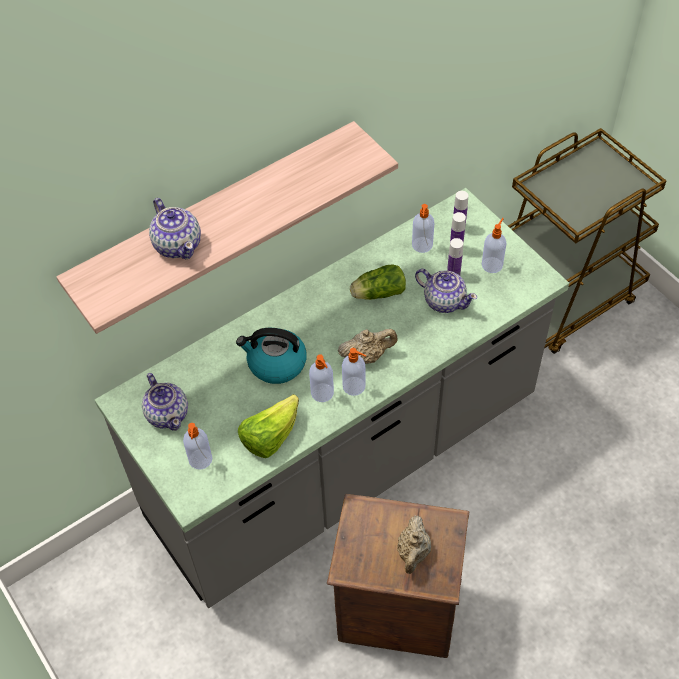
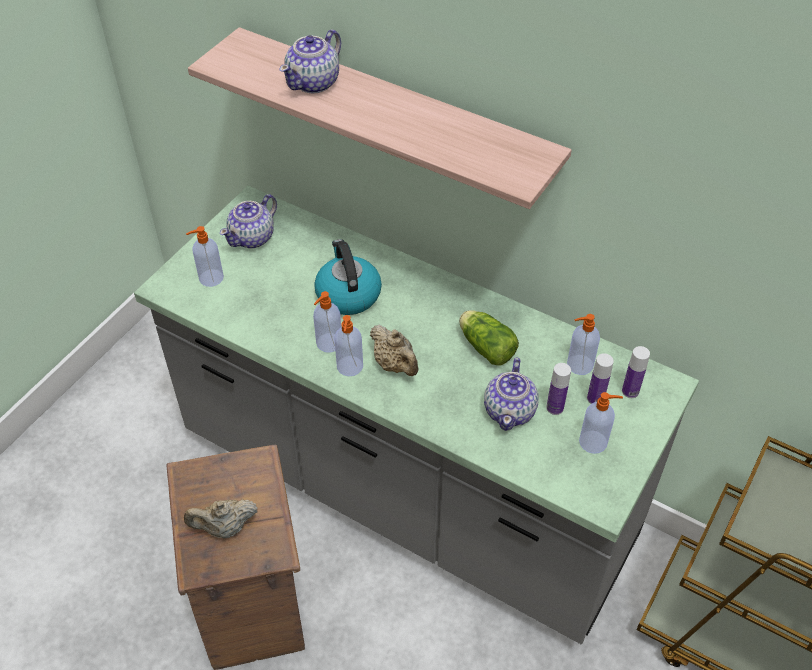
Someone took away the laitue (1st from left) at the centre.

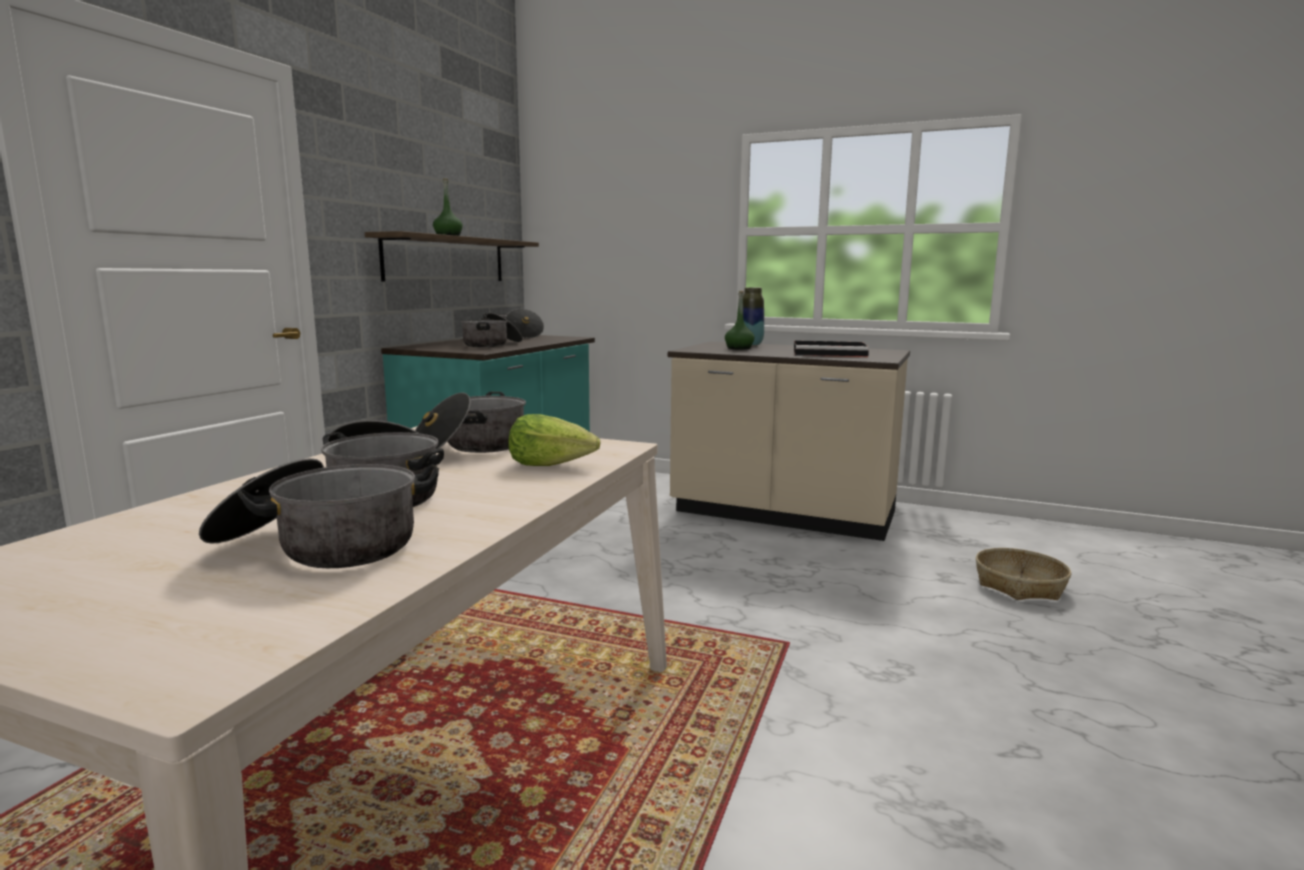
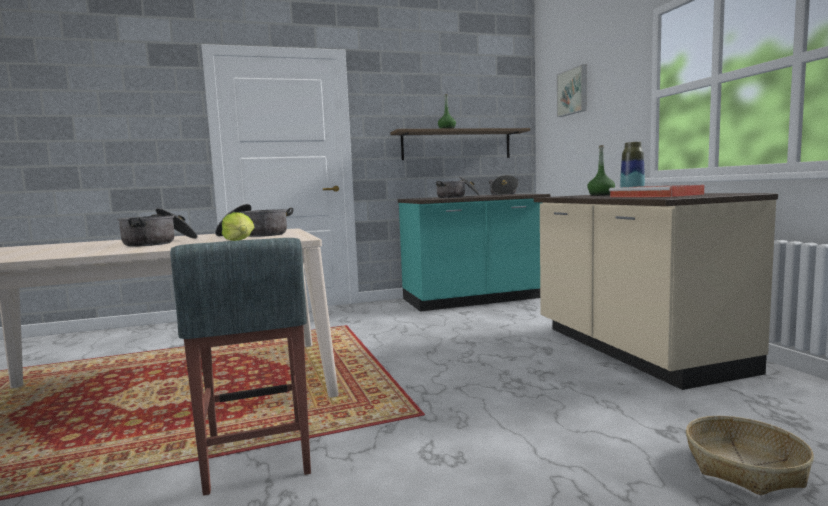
Someone took away the marmite (1st from left) at the middle left. Someone put down the tabouret (gris) at the bottom left. Someone put up the tableau at the top right. Someone repainted the plateau (noir) at the centre, which became the plateau (rouge) at the middle right.

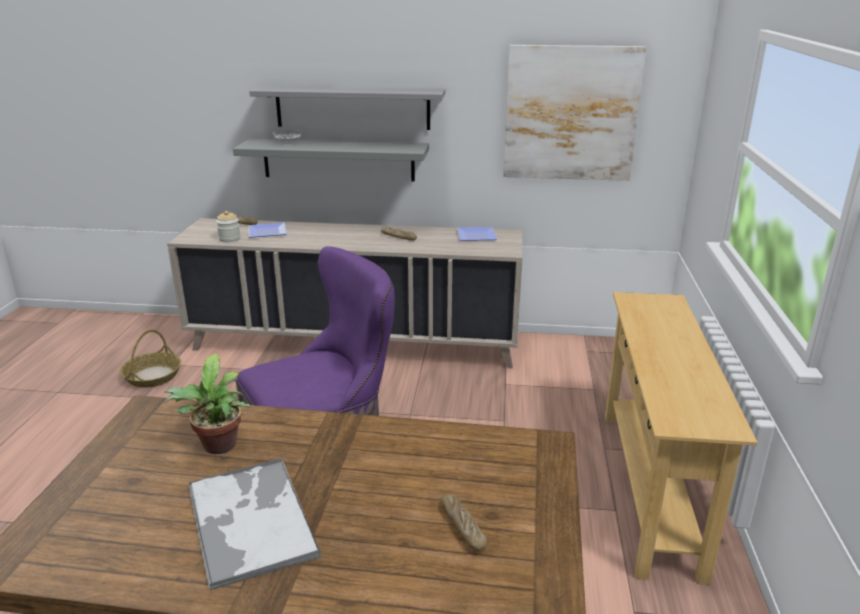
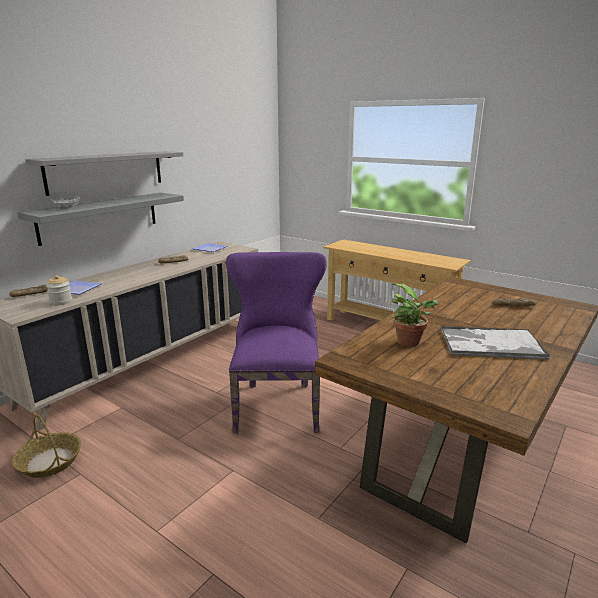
Someone took away the tableau at the top right.

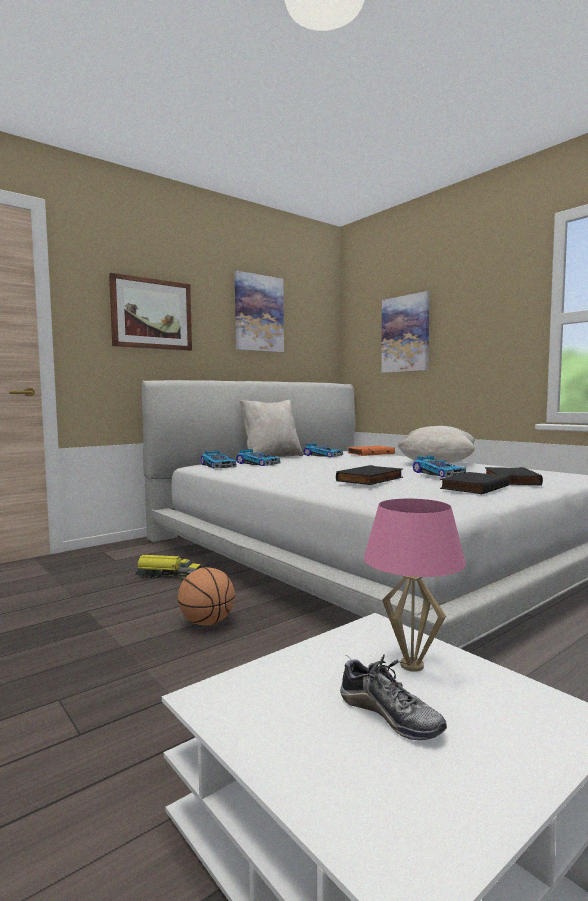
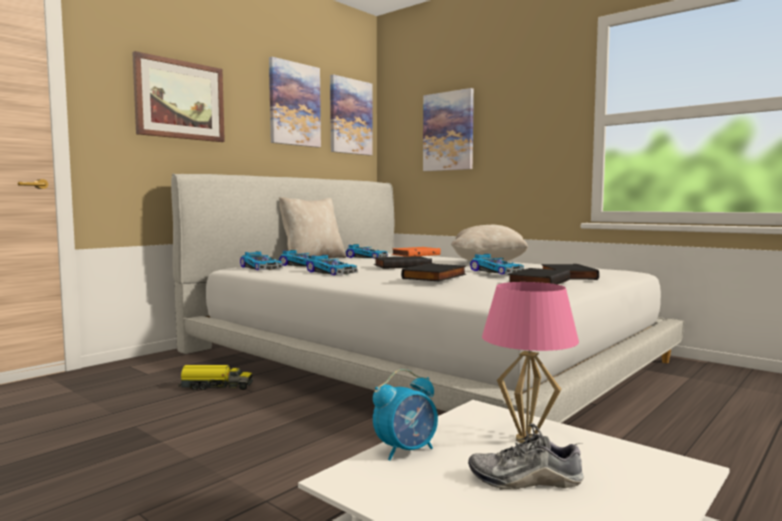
Someone took away the ballon de basket at the centre. Someone put down the petite voiture (3rd from left) at the centre. Someone put up the tableau (3rd from left) at the top centre. Someone put down the réveil at the bottom centre. Someone put down the livre (noir) (1st from left) at the centre. Someone rotated the chaussure at the bottom right by 150 degrees clockwise.

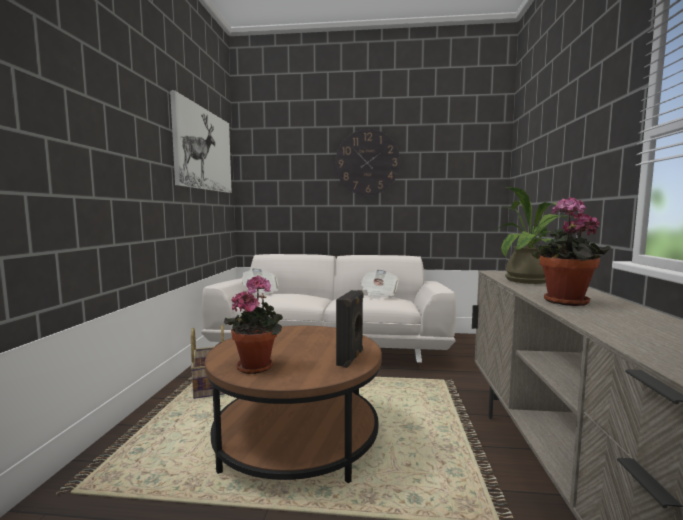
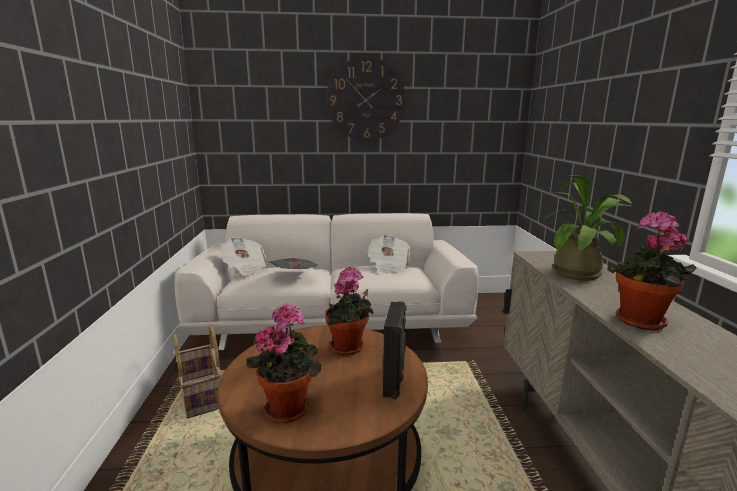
Someone took away the tableau at the top left. Someone put down the journal (2nd from left) at the centre. Someone put down the plante en pot (2nd from left) at the centre.

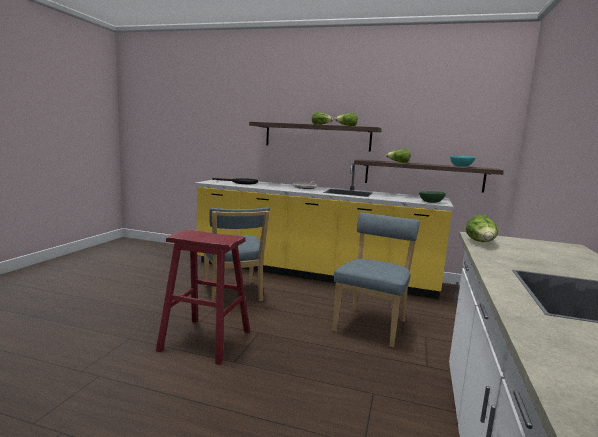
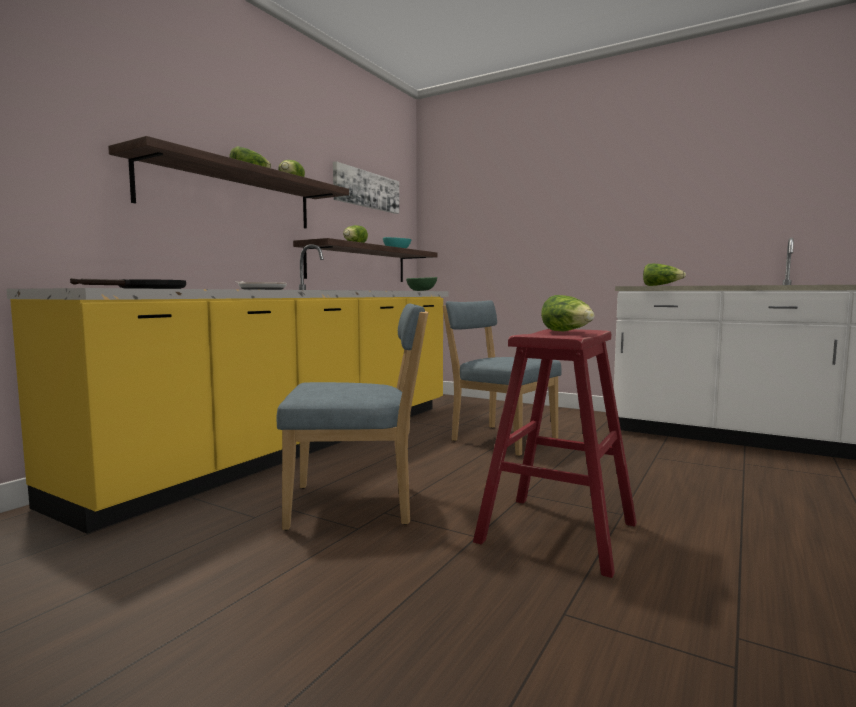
Someone put up the tableau at the top centre. Someone put down the laitue (4th from left) at the centre.

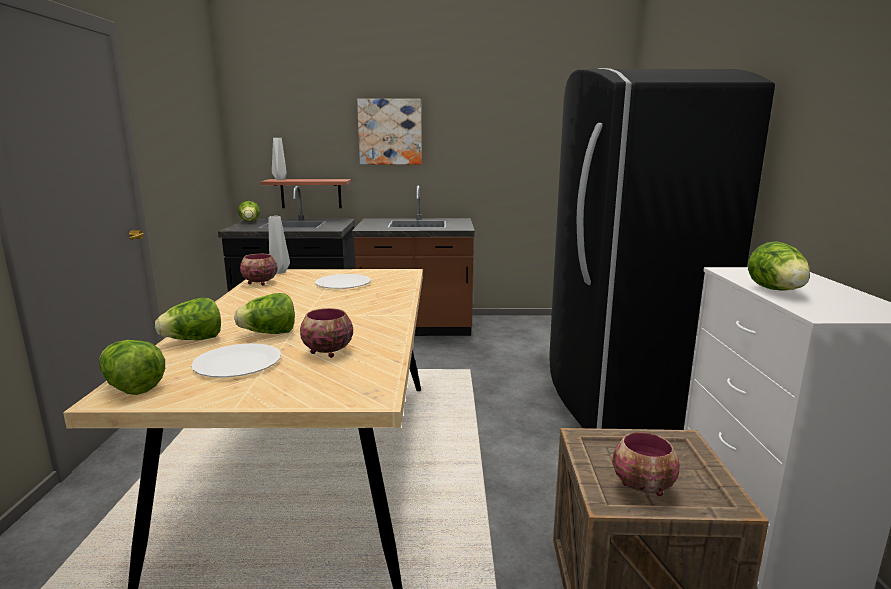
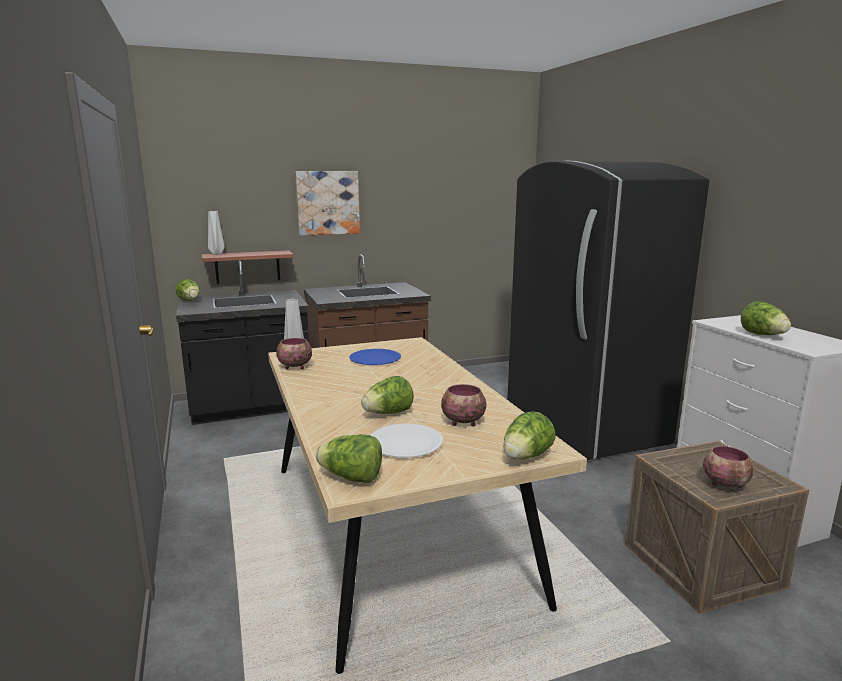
Someone carried the laitue (2nd from left in the first image) from the middle left to the centre. Someone repainted the assiette (blanc) (2nd from left) at the centre, which became the assiette (bleu) at the centre.

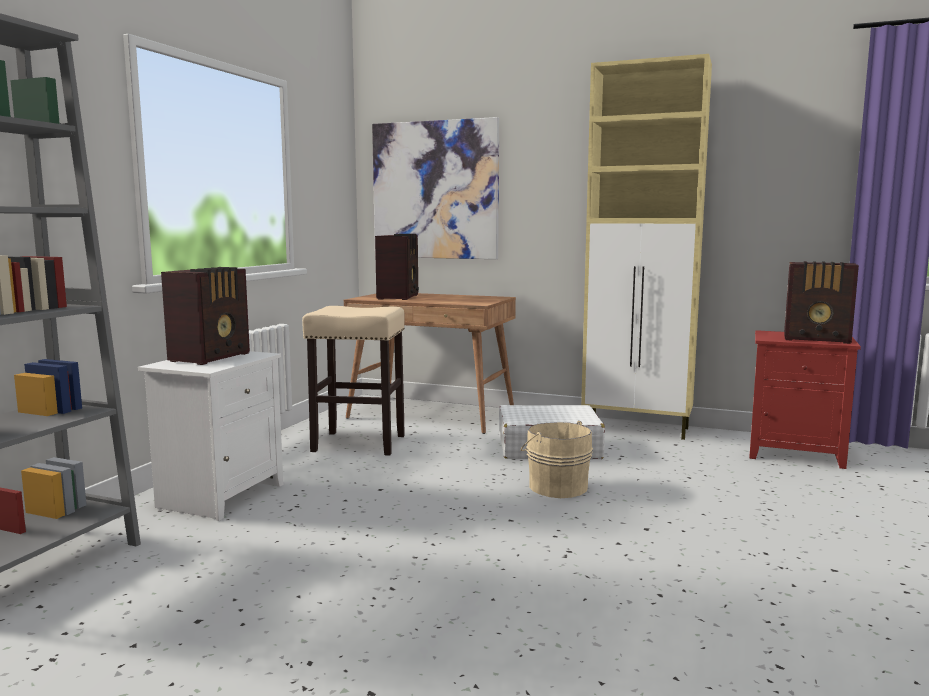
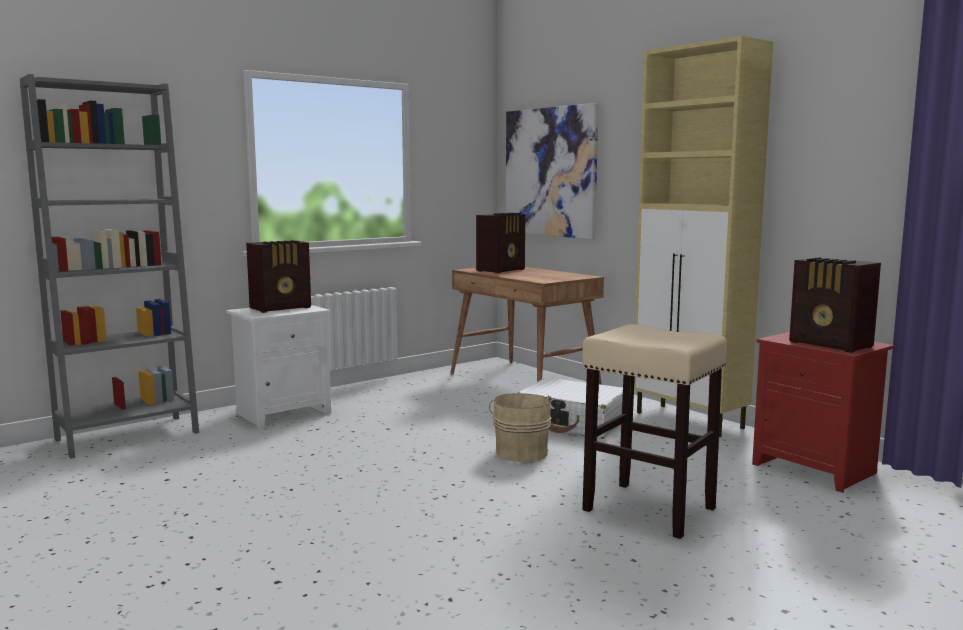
Someone carried the tabouret (beige) from the centre to the bottom right.

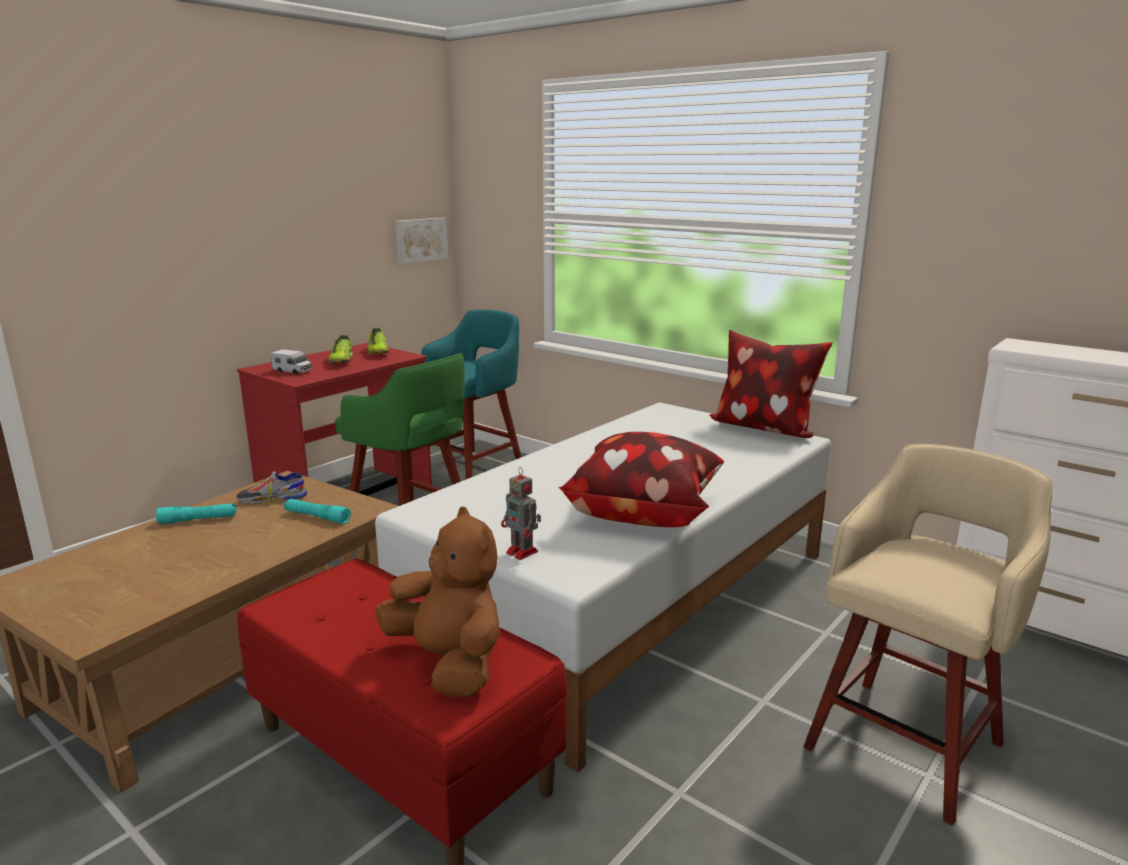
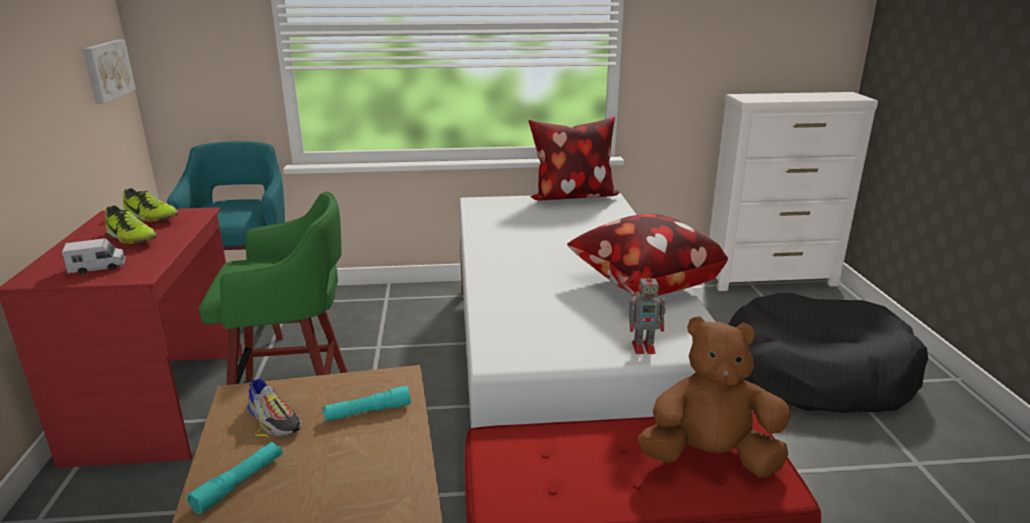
Someone swapped the tabouret (beige) at the bottom right for the panier pour chien (noir) at the bottom right. Someone rotated the chaussure (1st from left in the first image) at the middle left by 75 degrees counterclockwise.

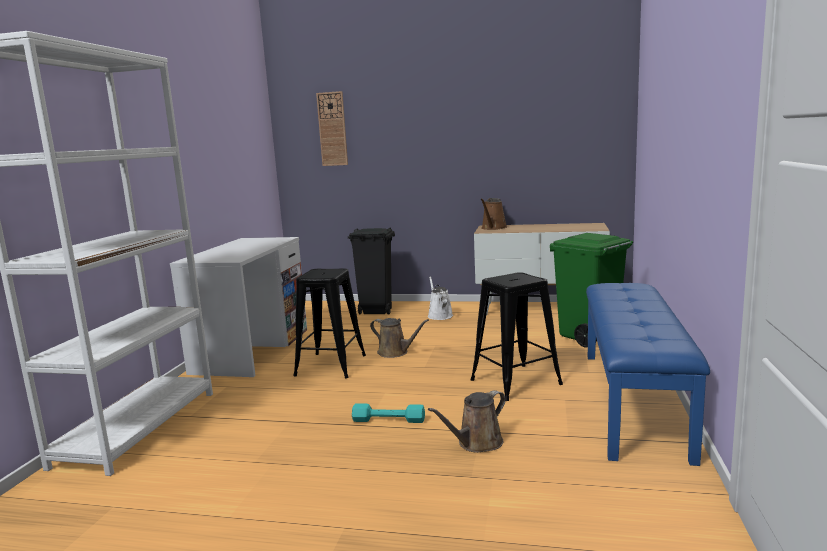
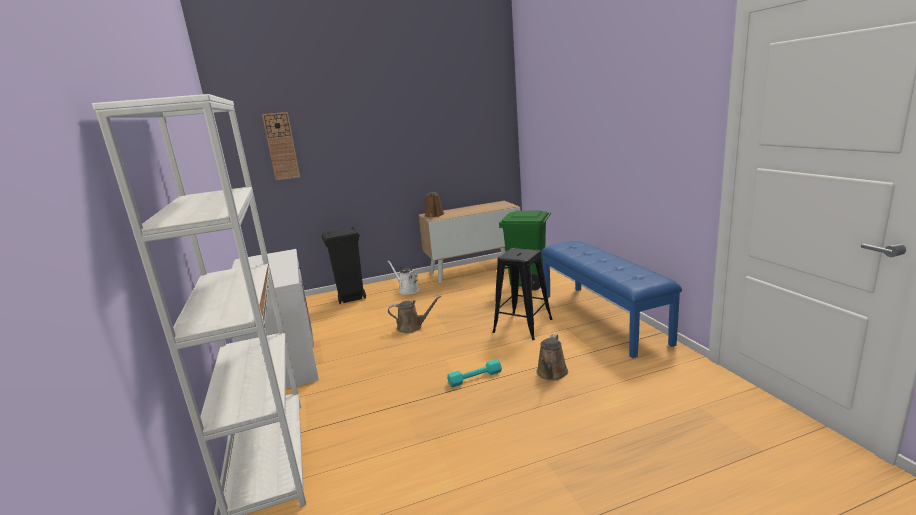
Someone took away the tabouret (noir) (1st from left) at the centre.

